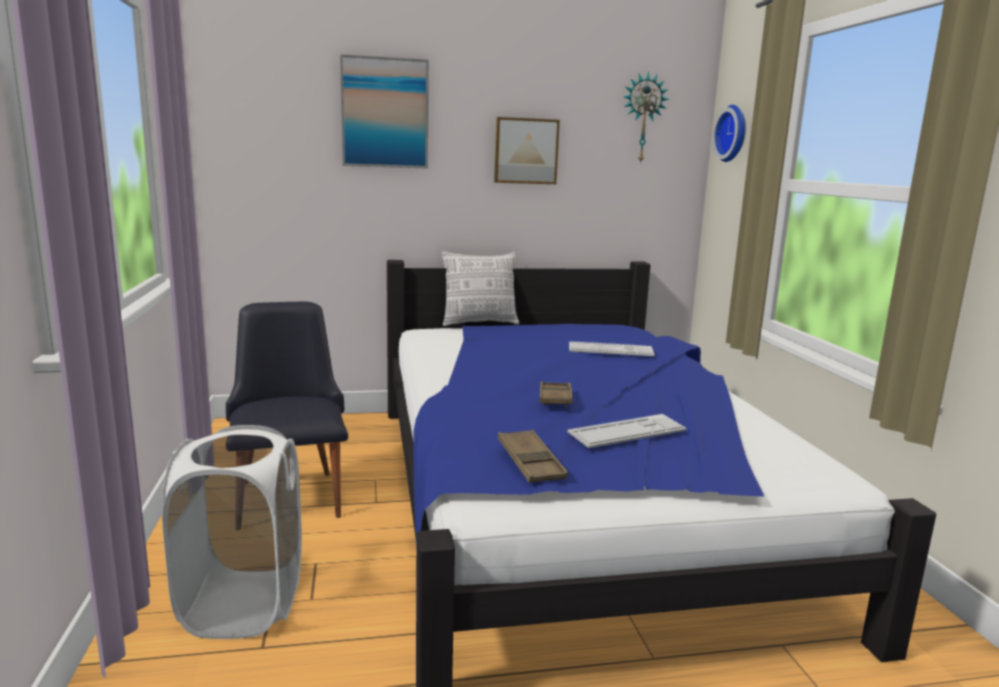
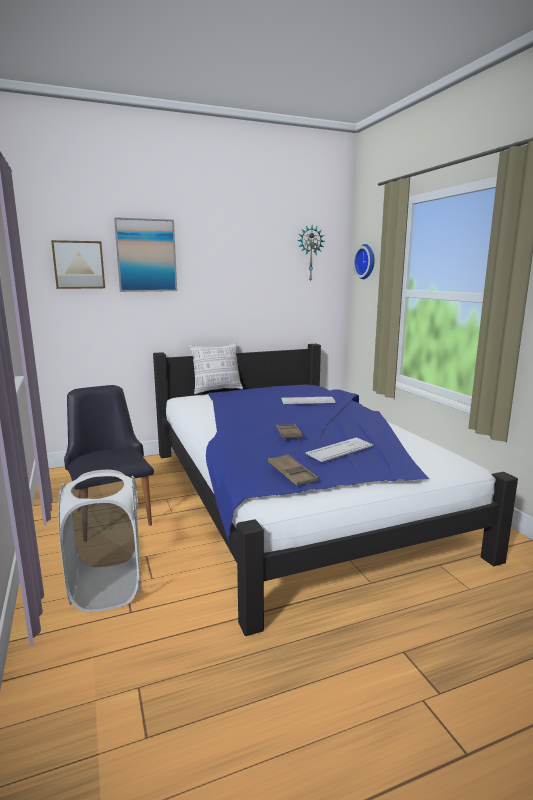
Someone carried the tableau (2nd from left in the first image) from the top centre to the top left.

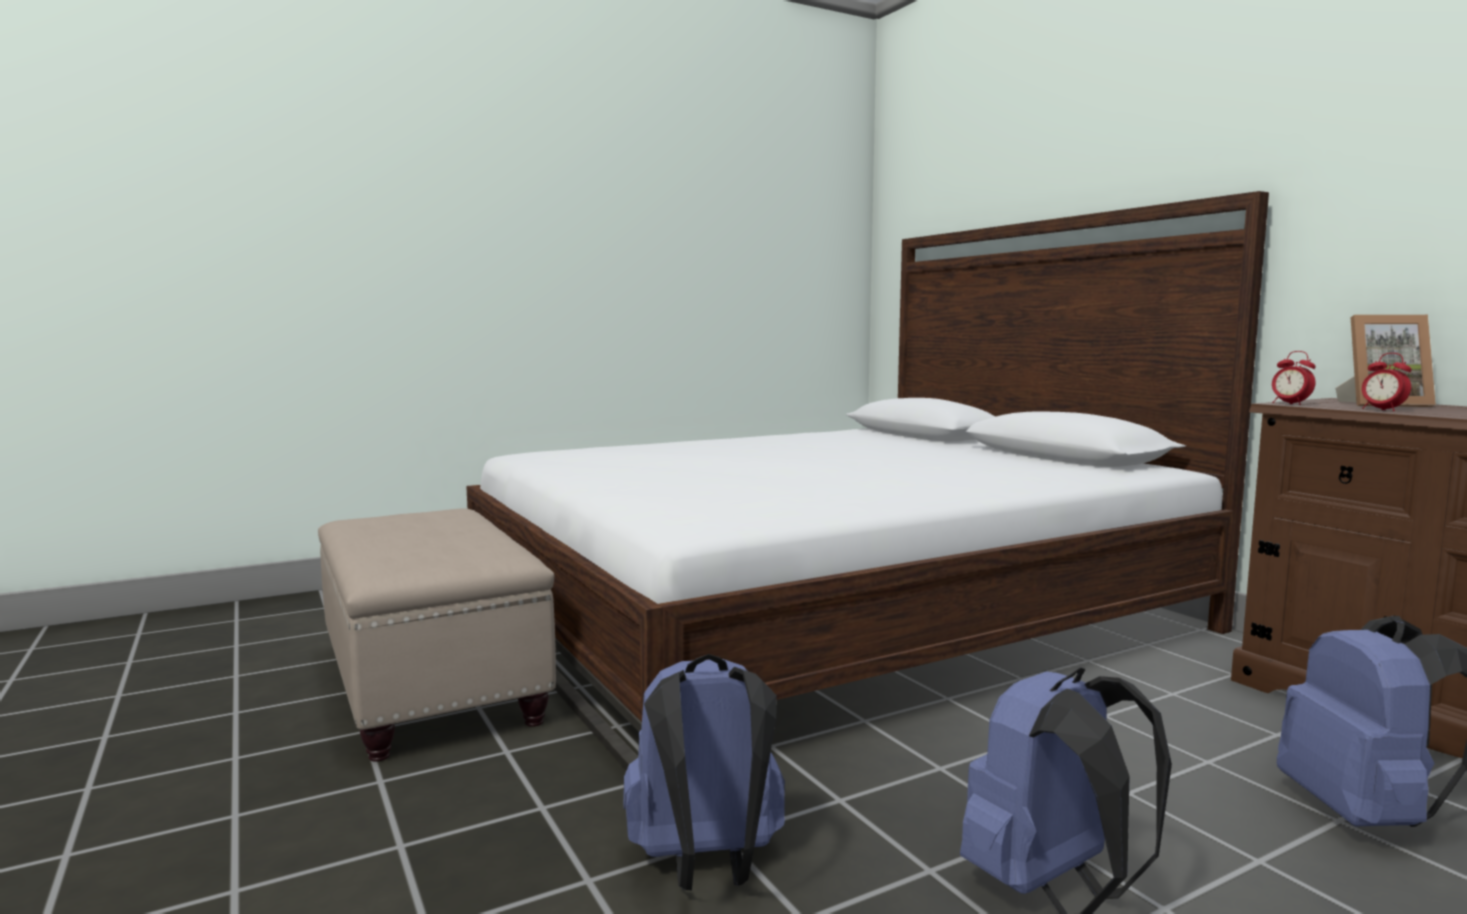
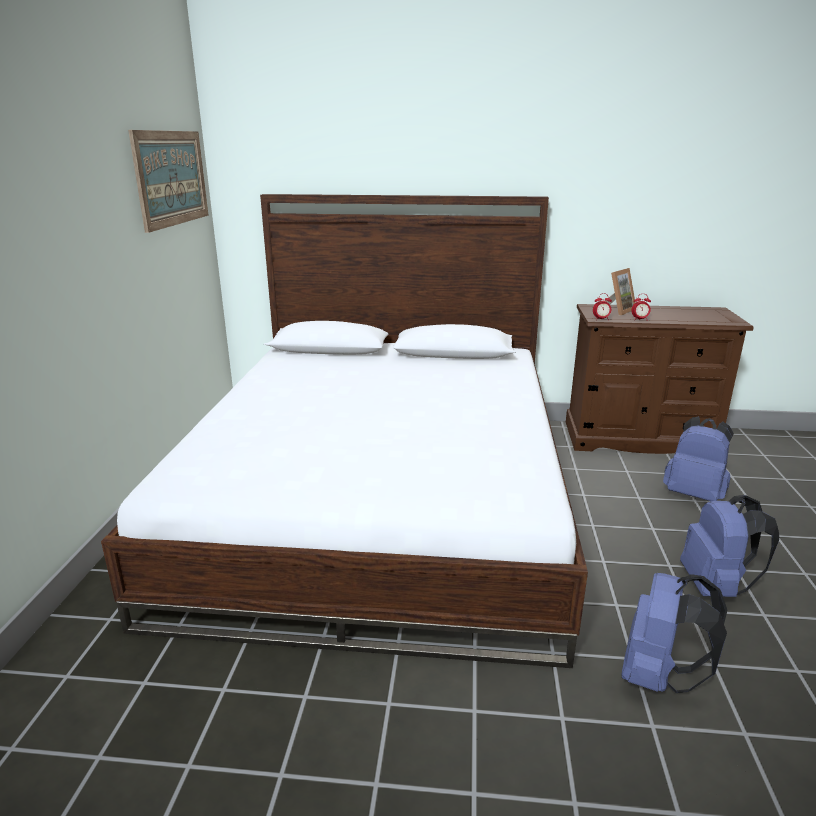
Someone took away the pouf (beige) at the bottom left. Someone put up the tableau at the top left.

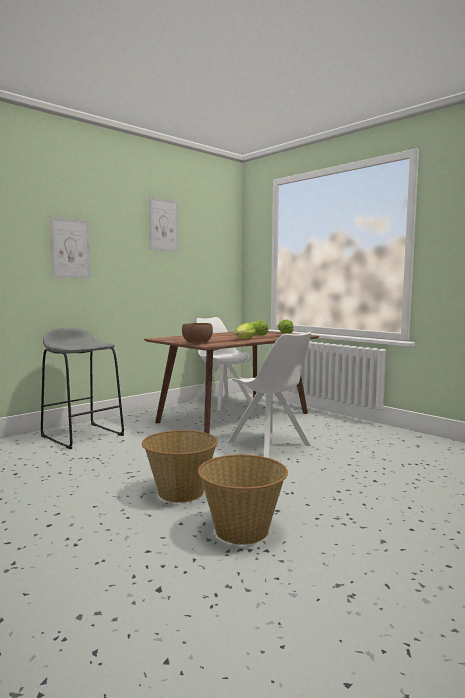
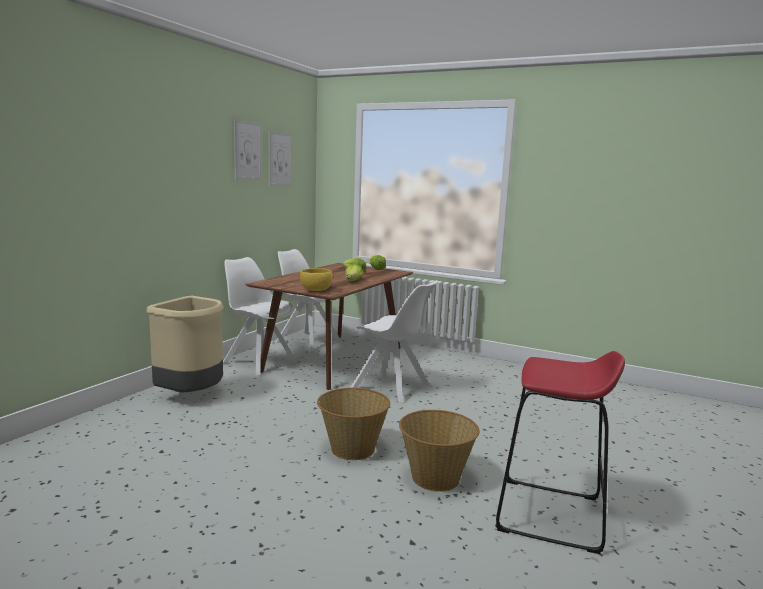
Someone put down the chaise (blanc) (1st from left) at the centre. Someone put down the tabouret (rouge) at the bottom right. Someone carried the tableau (1st from left in the first image) from the middle left to the top centre. Someone swapped the tabouret (gris) at the middle left for the poubelle (beige) at the middle left. Someone repainted the bol (marron) at the centre, which became the bol (jaune) at the centre.

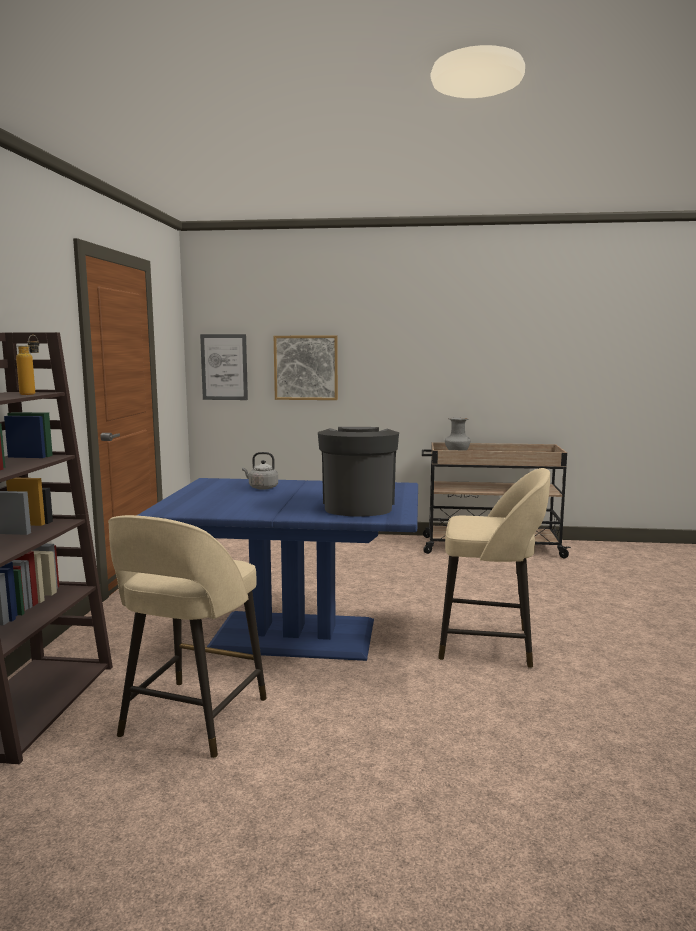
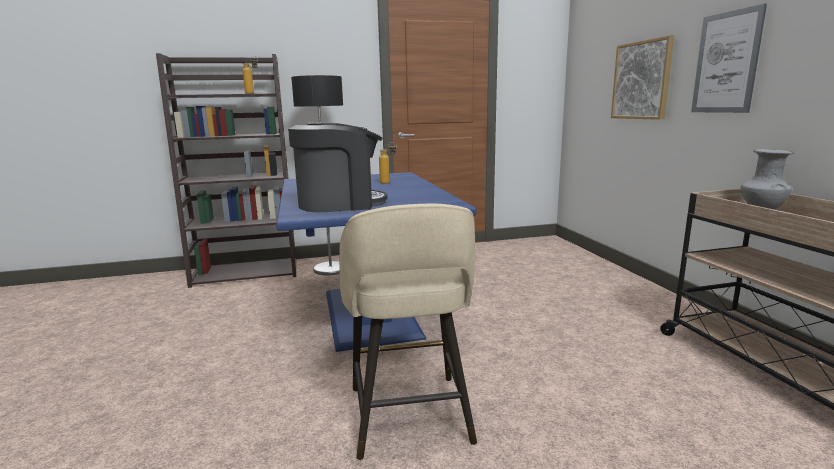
Someone took away the tabouret (beige) (1st from left) at the bottom left. Someone put down the lampadaire at the centre. Someone carried the tableau (1st from left in the first image) from the middle left to the top right. Someone swapped the bouilloire (gris) at the centre for the bouteille (2nd from left) at the centre.

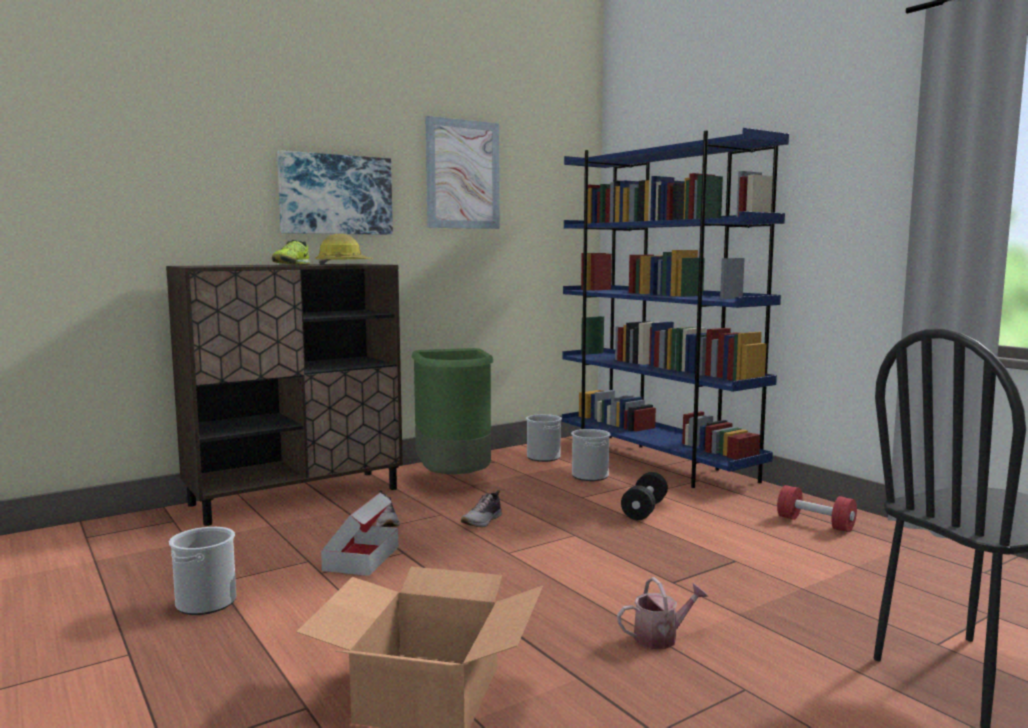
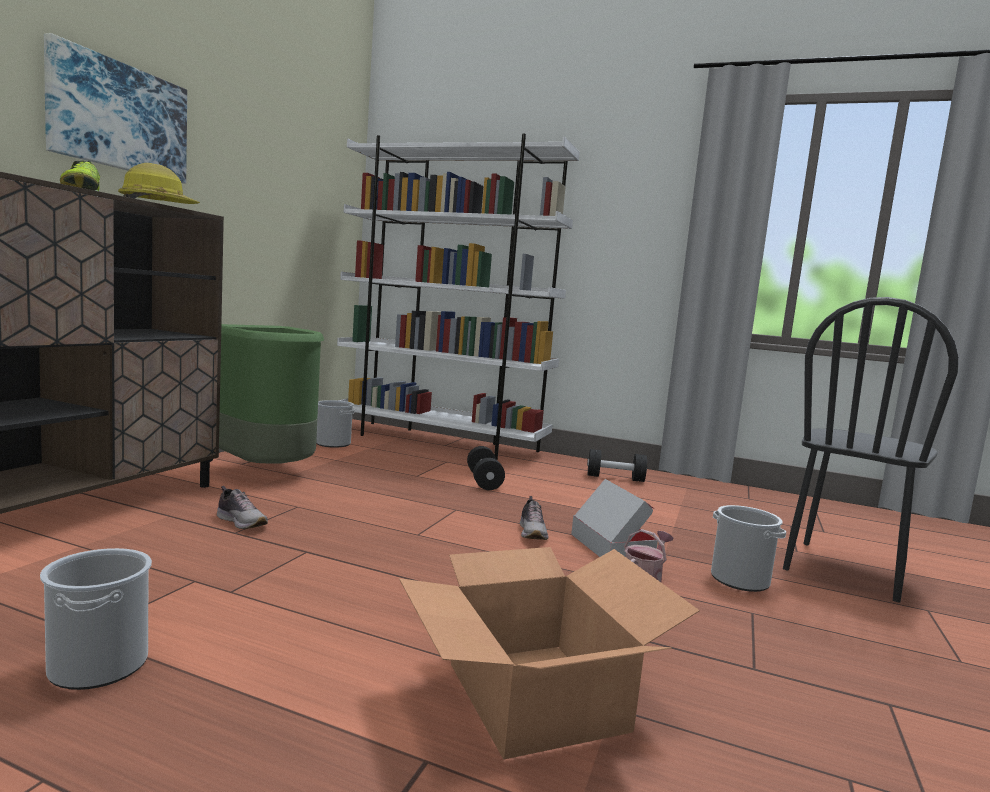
Someone took away the tableau (2nd from left) at the top centre. Someone carried the carton (1st from left in the first image) from the bottom centre to the centre. Someone carried the chaussure (3rd from left) from the bottom centre to the centre. Someone carried the seau (3rd from left) from the centre to the bottom right. Someone repainted the bibliothèque (bleu) at the centre, which became the bibliothèque (blanc) at the centre. Someone repainted the haltère (rouge) at the bottom right, which became the haltère (noir) (2nd from left) at the centre.

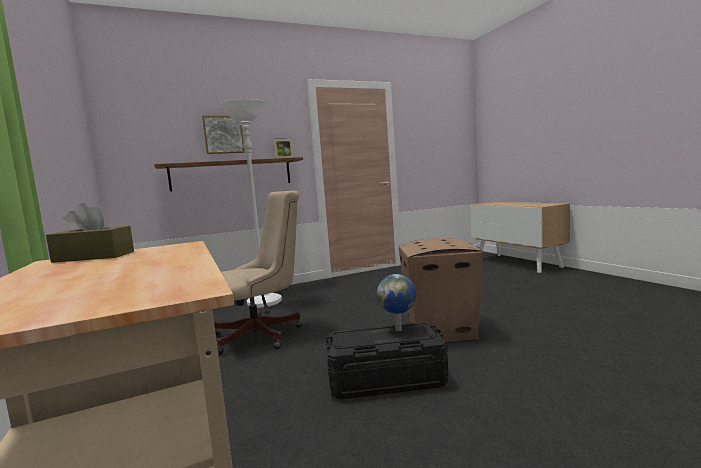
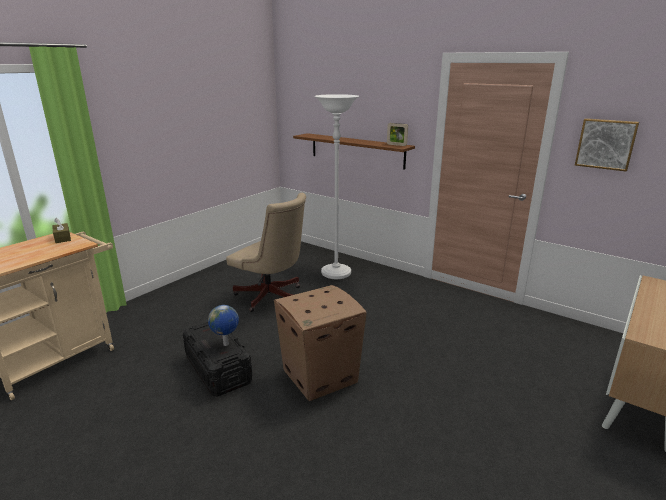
Someone carried the tableau from the top left to the top right.

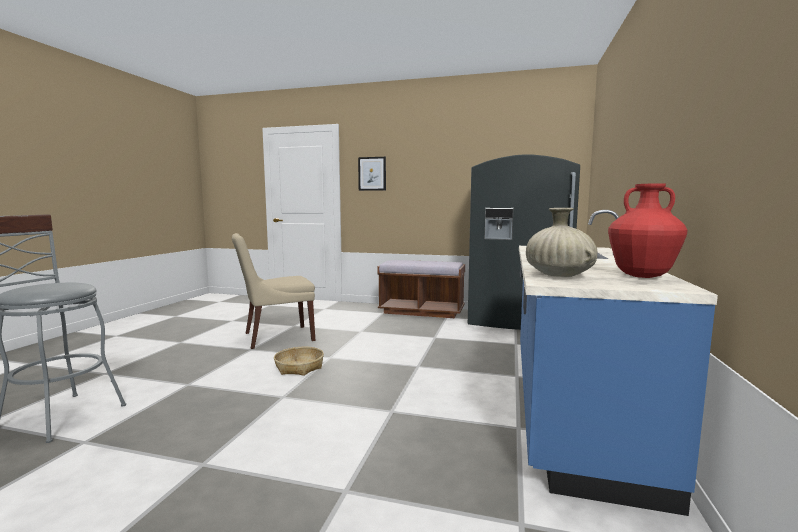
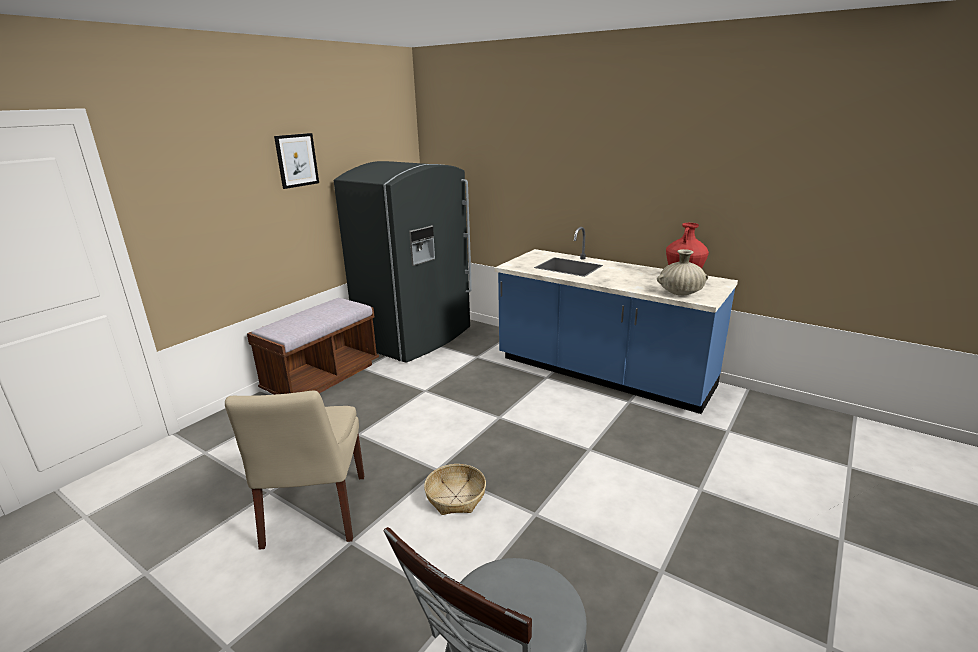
Someone carried the tableau from the top centre to the top left.

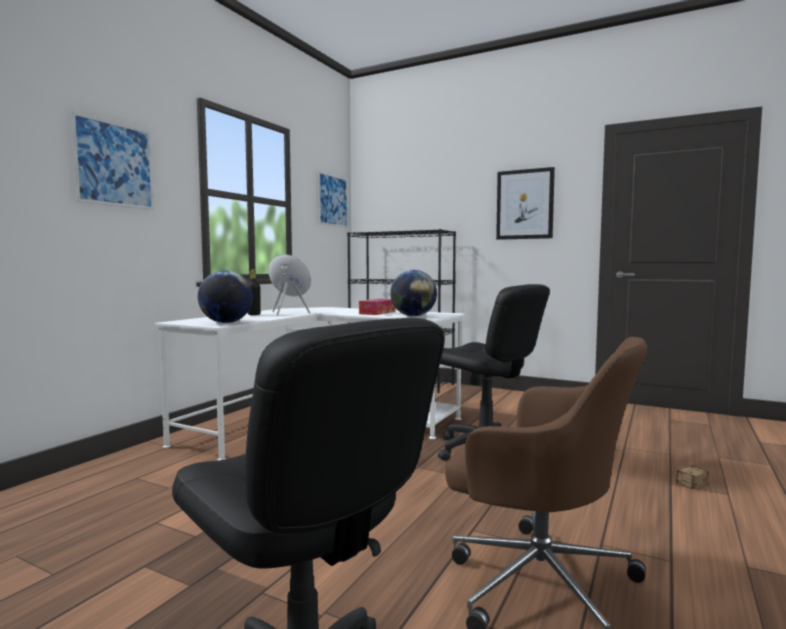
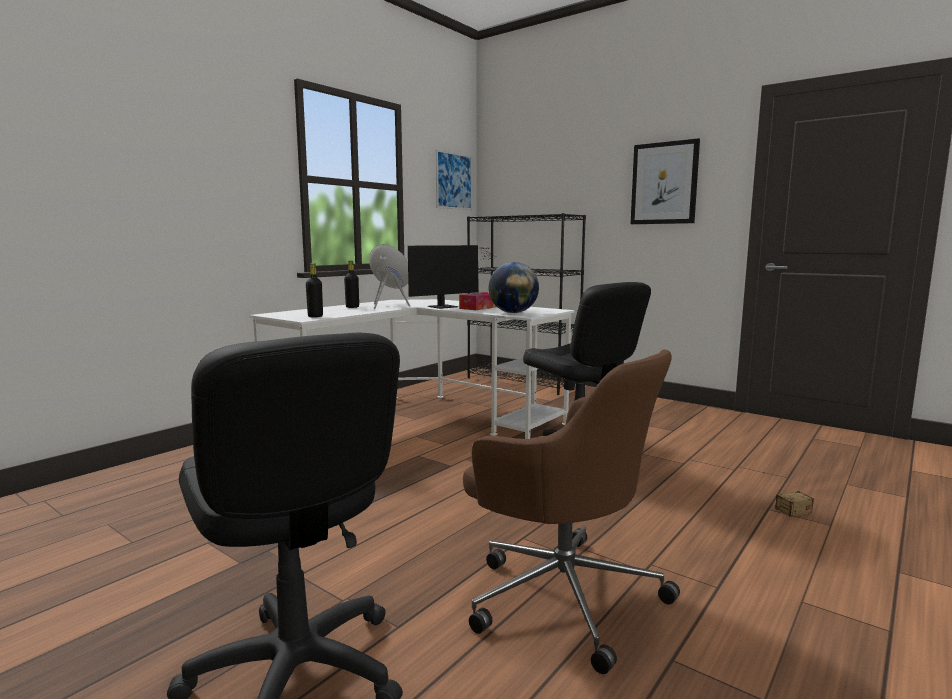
Someone took away the tableau (1st from left) at the top left. Someone put down the écran d'ordinateur at the centre. Someone swapped the globe (1st from left) at the middle left for the bouteille (noir) (1st from left) at the middle left.

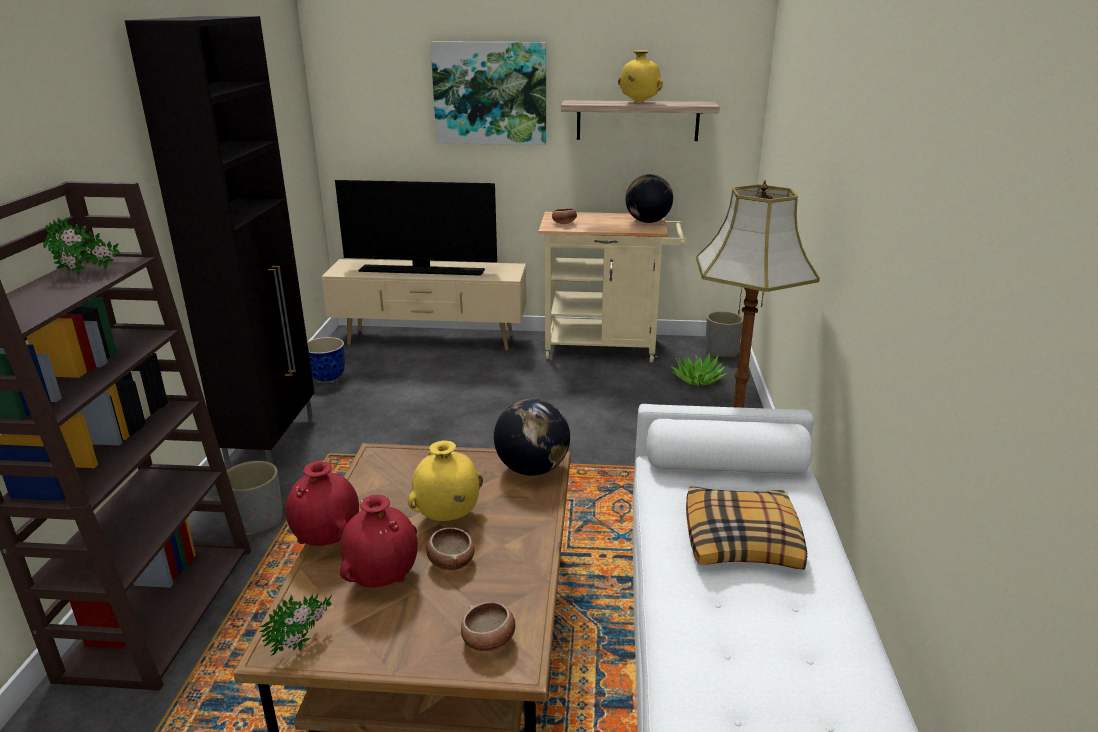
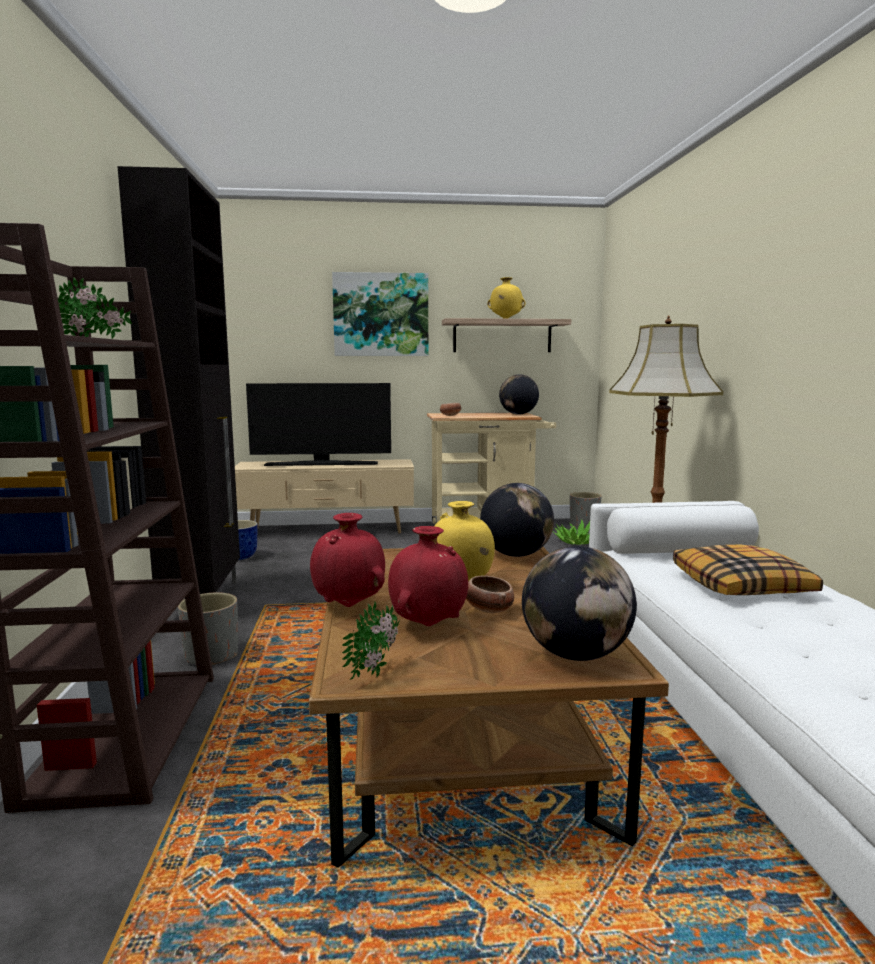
Someone swapped the bol (2nd from left) at the bottom centre for the globe (3rd from left) at the centre.

